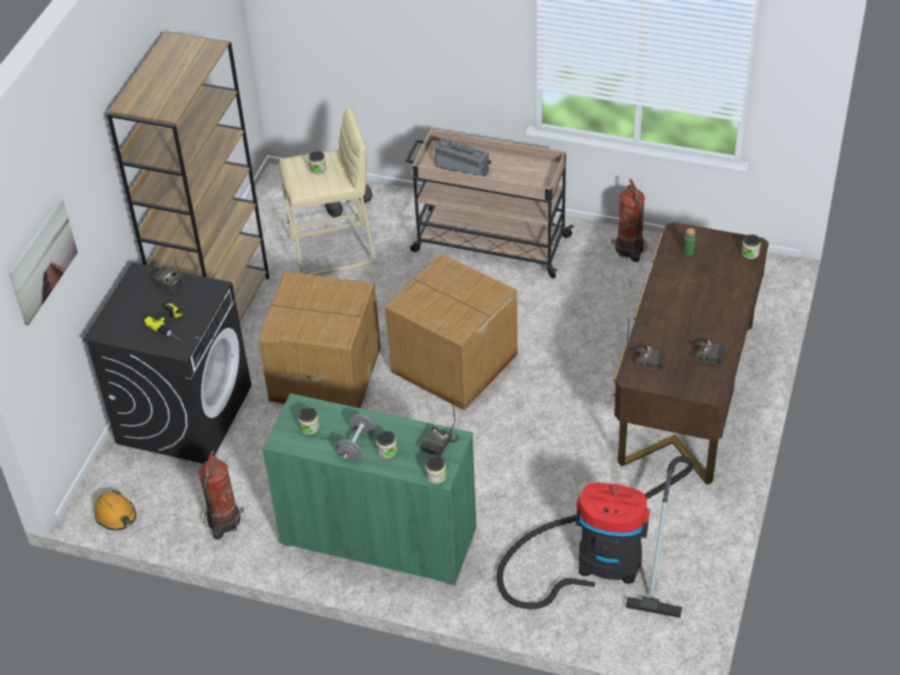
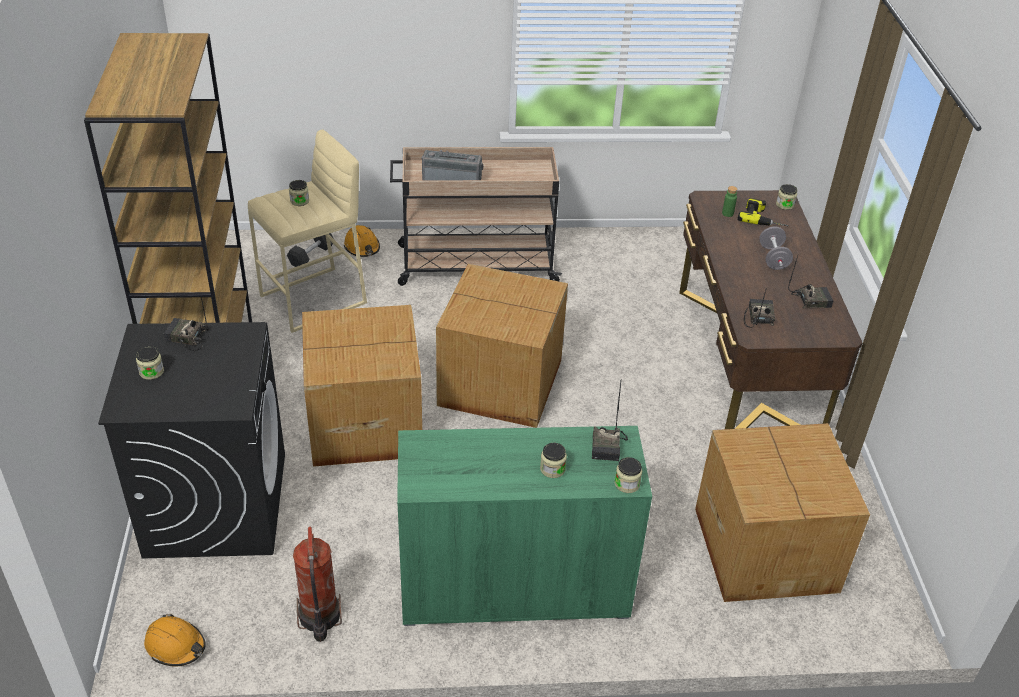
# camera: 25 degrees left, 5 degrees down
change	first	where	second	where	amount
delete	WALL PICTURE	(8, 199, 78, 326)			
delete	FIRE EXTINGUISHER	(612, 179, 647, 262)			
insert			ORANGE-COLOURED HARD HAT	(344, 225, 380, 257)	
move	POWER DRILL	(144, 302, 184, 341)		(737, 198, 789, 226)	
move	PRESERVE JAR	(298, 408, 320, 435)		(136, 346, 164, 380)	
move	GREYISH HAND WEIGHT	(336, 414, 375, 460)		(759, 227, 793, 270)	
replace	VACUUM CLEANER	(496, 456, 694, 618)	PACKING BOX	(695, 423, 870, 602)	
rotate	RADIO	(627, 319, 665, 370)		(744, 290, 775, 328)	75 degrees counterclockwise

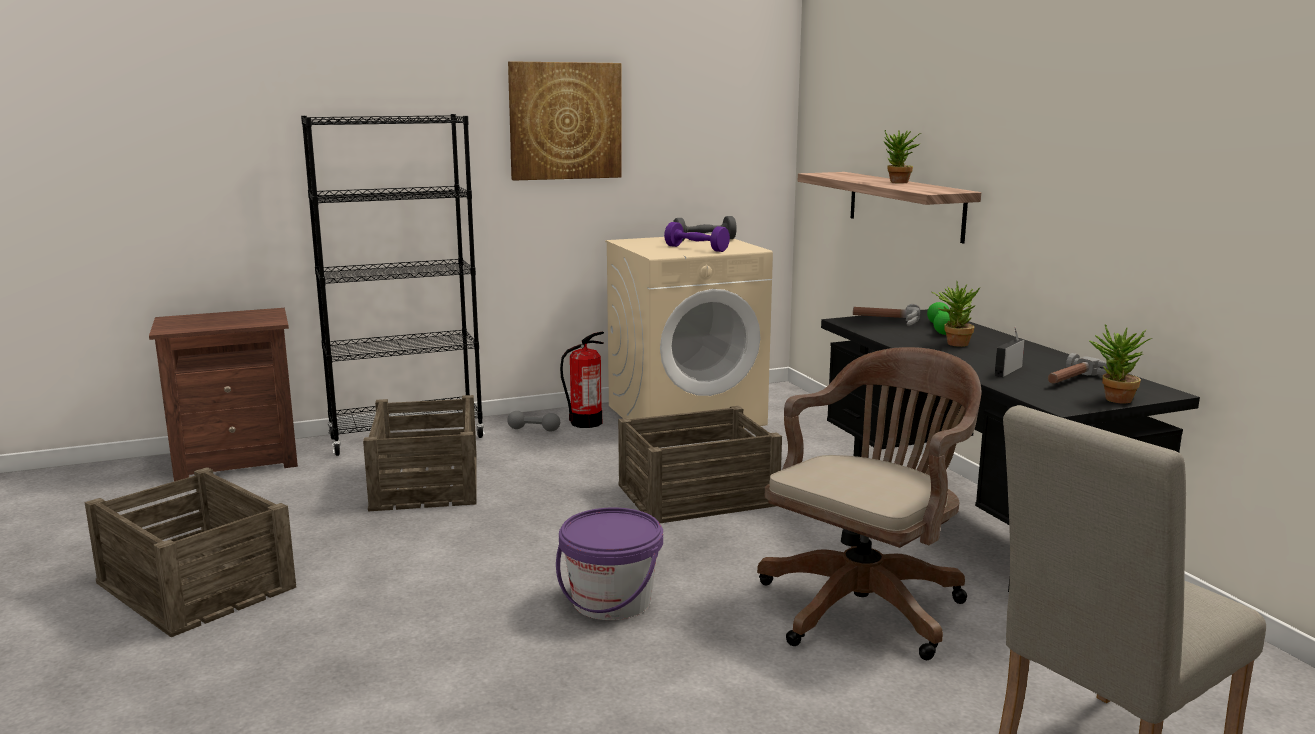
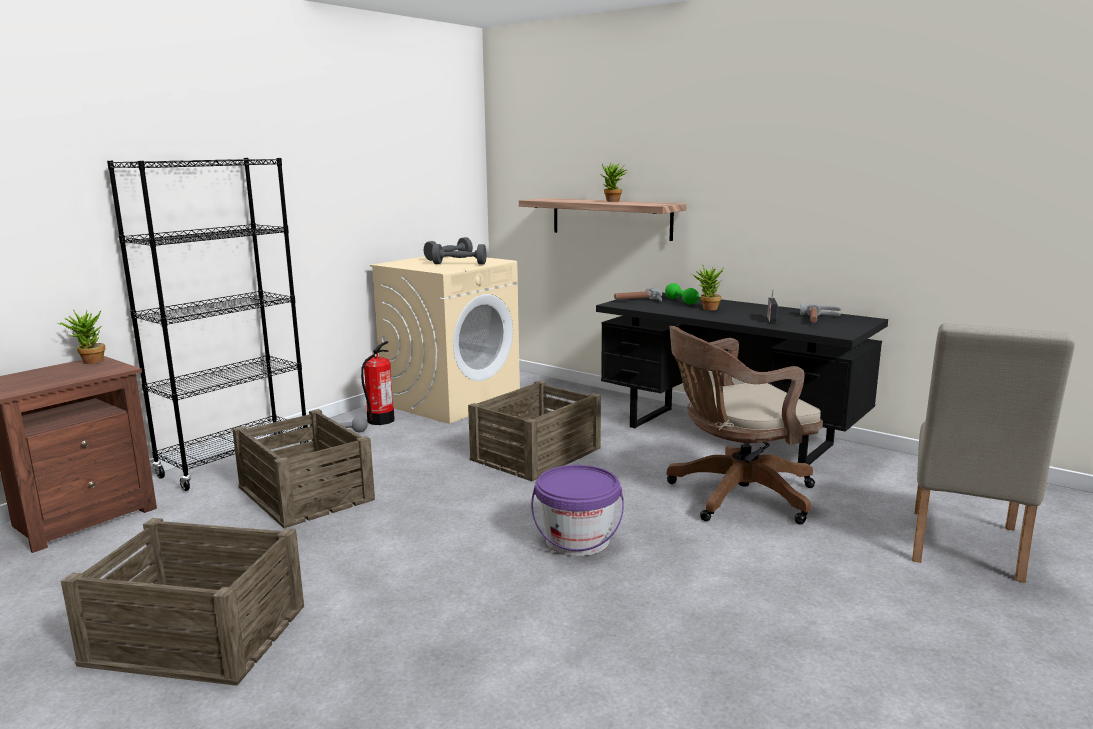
# camera: 30 degrees left, 0 degrees up
change	first	where	second	where	amount
delete	WALL PICTURE	(508, 61, 622, 181)			
move	POTTED PLANT	(1089, 324, 1152, 404)		(57, 310, 105, 364)	
recolor	PURPLE-COLOURED HAND WEIGHT	(664, 222, 730, 252)	GREYISH HAND WEIGHT	(432, 244, 486, 264)	
rotate	BROWN COMPUTER CHAIR	(757, 347, 982, 660)		(667, 326, 823, 525)	120 degrees counterclockwise

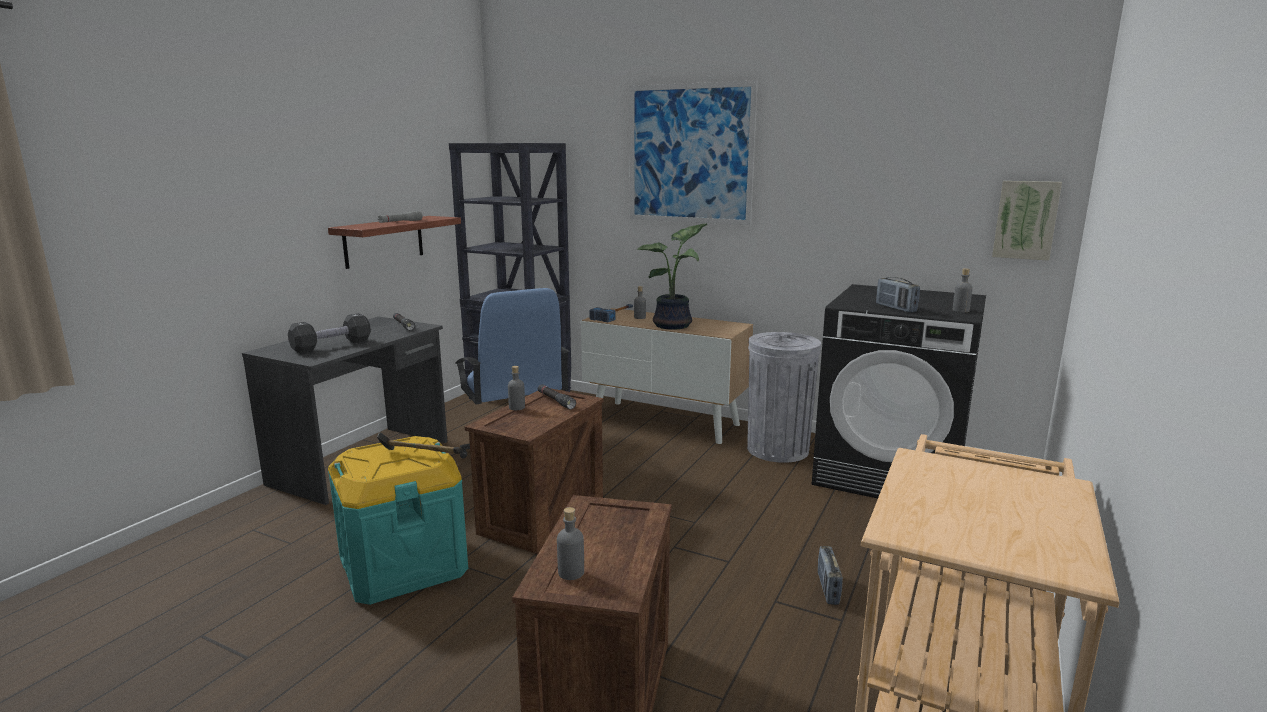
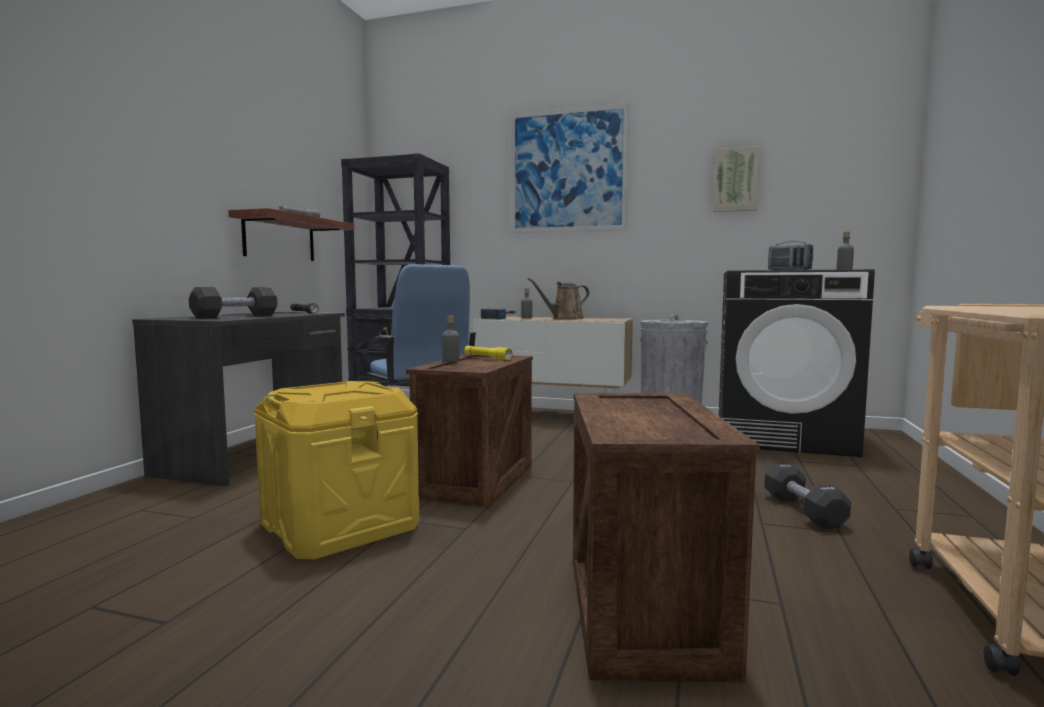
# camera: 10 degrees left, 10 degrees down
change	first	where	second	where	amount
delete	TOOL HAMMER	(377, 432, 463, 454)			
delete	GREYISH DRINK BOTTLE	(557, 507, 584, 580)			
move	WALL PICTURE	(992, 181, 1062, 261)		(713, 146, 760, 212)	
replace	POTTED PLANT	(637, 224, 707, 330)	BROWN SPRINKLING CAN	(527, 278, 589, 320)	
replace	RADIO	(818, 546, 843, 605)	BLACK HAND WEIGHT	(764, 463, 851, 529)	
recolor	TURQUOISE STORAGE BOX	(328, 436, 468, 605)	YELLOW-COLOURED STORAGE BOX	(254, 381, 419, 559)	
recolor	BLACK HAND TORCH	(538, 384, 576, 409)	YELLOW-COLOURED HAND TORCH	(464, 346, 513, 360)	

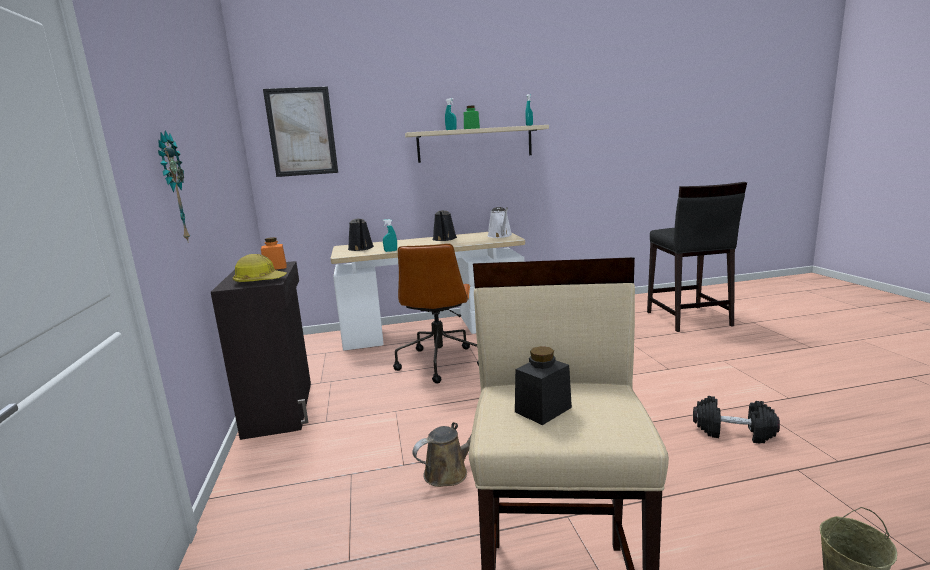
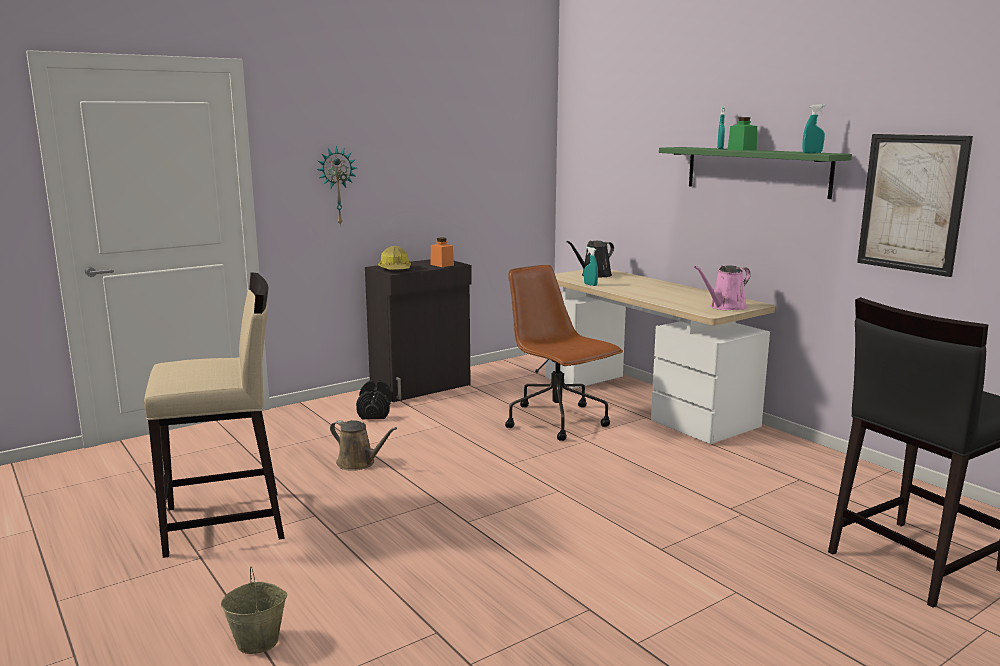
# camera: 65 degrees right, 0 degrees up
change	first	where	second	where	amount
delete	BLACK SPRINKLING CAN	(432, 210, 457, 241)			
delete	BLACK PRESERVE JAR	(515, 346, 572, 425)			
move	WALL PICTURE	(263, 86, 338, 177)		(857, 134, 973, 277)	
move	BLACK HAND WEIGHT	(693, 396, 780, 444)		(356, 380, 392, 419)	
recolor	BEIGE-COLOURED BRACKET SHELF	(405, 125, 549, 163)	GREEN BRACKET SHELF	(659, 147, 852, 199)	
recolor	WHITE-COLOURED SPRINKLING CAN	(488, 207, 512, 238)	PINK-COLOURED SPRINKLING CAN	(694, 265, 751, 310)	
rotate	BROWN COMPUTER CHAIR	(393, 243, 479, 384)		(505, 265, 623, 441)	75 degrees clockwise

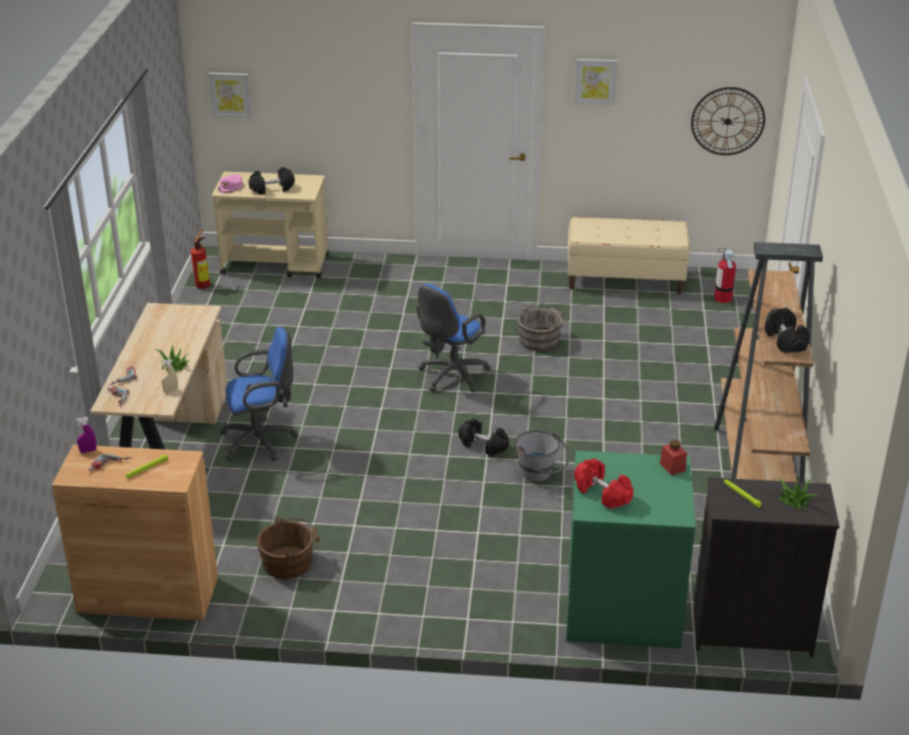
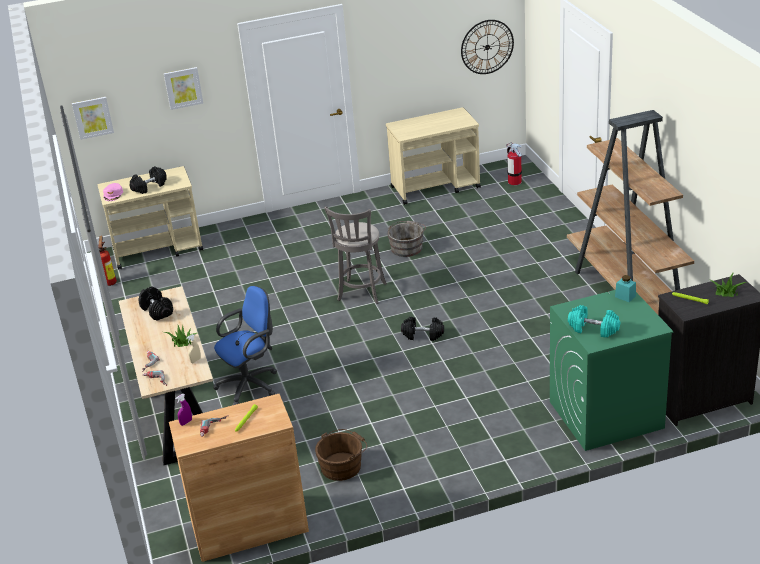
# camera: 20 degrees left, 0 degrees up
change	first	where	second	where	amount
delete	GREYISH BUCKET	(515, 430, 569, 482)			
move	WALL PICTURE	(574, 59, 618, 106)		(164, 67, 203, 110)	
move	BLACK HAND WEIGHT	(764, 308, 810, 353)		(138, 286, 173, 321)	
replace	BLUE-COLOURED COMPUTER CHAIR	(417, 284, 491, 392)	GREYISH STOOL	(324, 206, 387, 304)	
replace	BEIGE-COLOURED INDOOR BENCH	(568, 217, 690, 294)	BEIGE-COLOURED CART	(386, 107, 481, 205)	
recolor	RED-COLOURED HAND WEIGHT	(574, 458, 634, 509)	TURQUOISE HAND WEIGHT	(568, 305, 620, 337)	
recolor	RED-COLOURED PRESERVE JAR	(660, 440, 687, 476)	TURQUOISE PRESERVE JAR	(615, 275, 636, 302)	

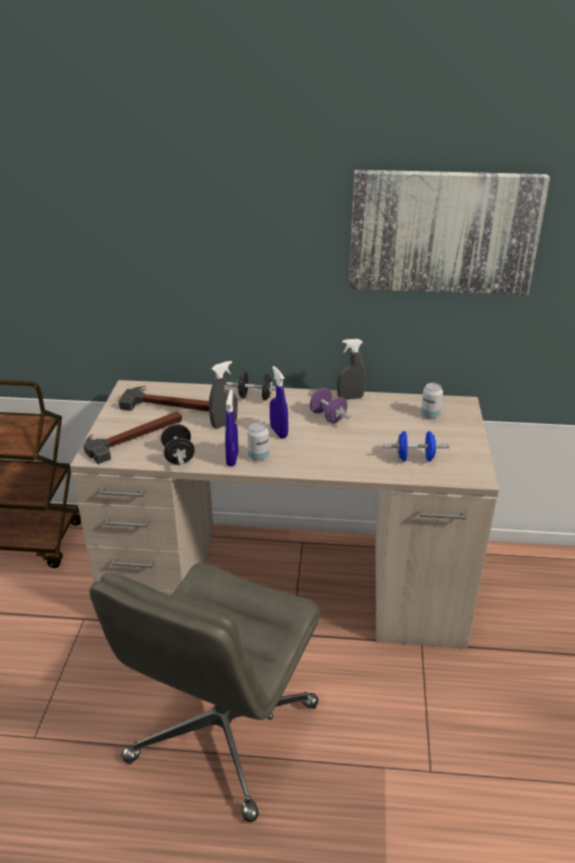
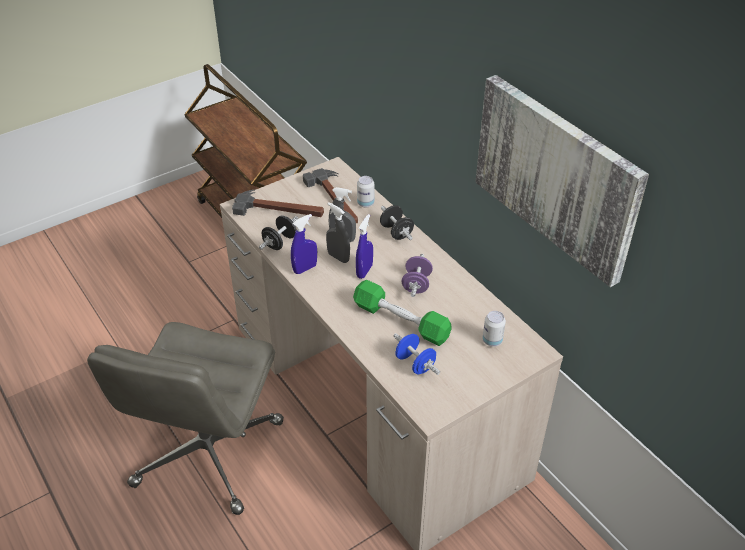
# camera: 50 degrees right, 10 degrees up
change	first	where	second	where	amount
insert			GREEN HAND WEIGHT	(353, 280, 452, 346)	
move	METAL CAN	(247, 422, 269, 461)		(357, 176, 374, 208)	
move	GREYISH SPRAYER	(337, 339, 366, 400)		(326, 203, 350, 263)	
rotate	GREYISH COMPUTER CHAIR	(89, 563, 320, 822)		(87, 322, 284, 515)	60 degrees counterclockwise

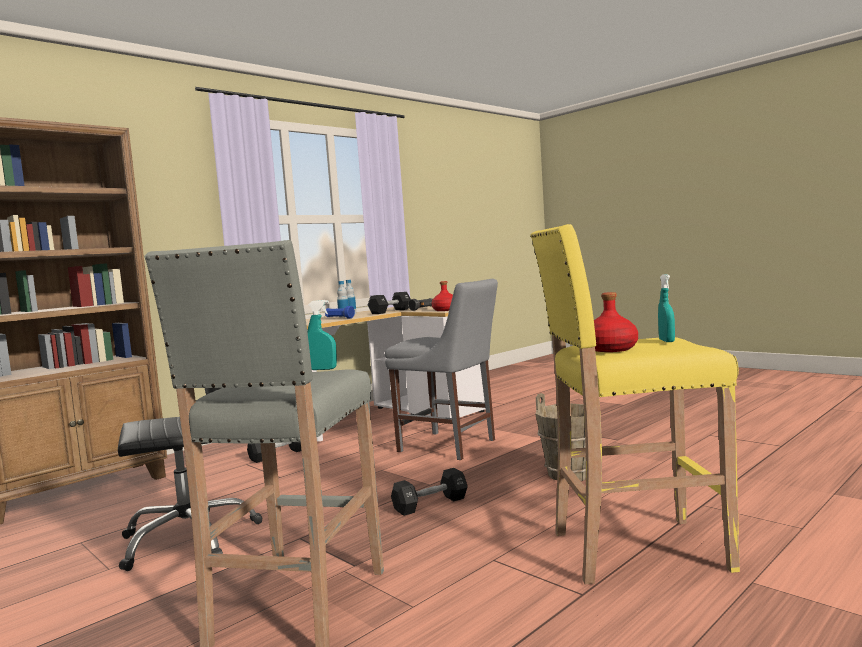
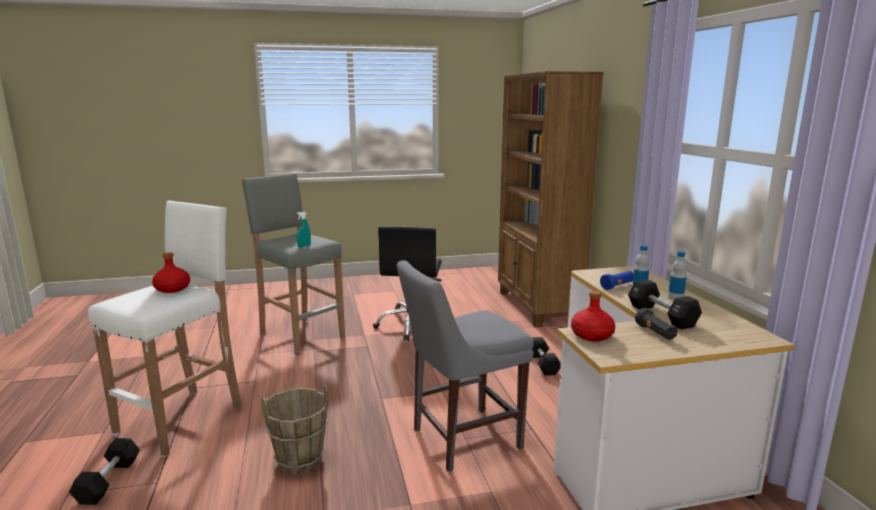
# camera: 120 degrees right, 10 degrees up
change	first	where	second	where	amount
delete	TURQUOISE SPRAYER	(658, 274, 675, 342)			
move	BLACK HAND WEIGHT	(391, 468, 467, 516)		(69, 438, 140, 505)	
recolor	YELLOW-COLOURED STOOL	(530, 224, 740, 584)	WHITE-COLOURED STOOL	(88, 200, 242, 458)	

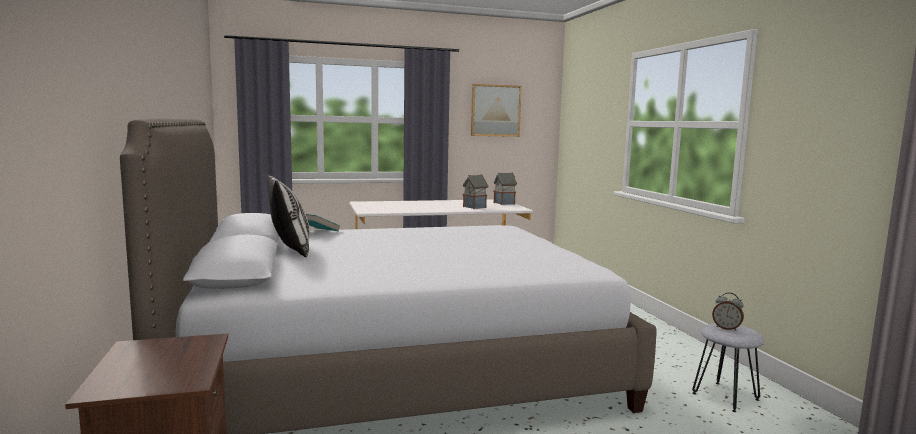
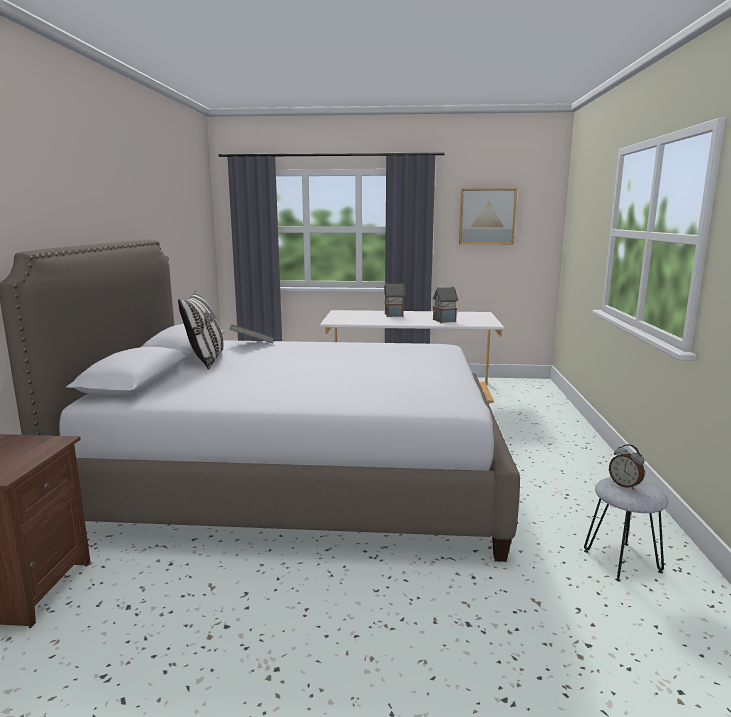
# camera: 20 degrees right, 5 degrees up
change	first	where	second	where	amount
move	TOY HOUSE	(493, 172, 517, 205)		(384, 283, 405, 317)	

